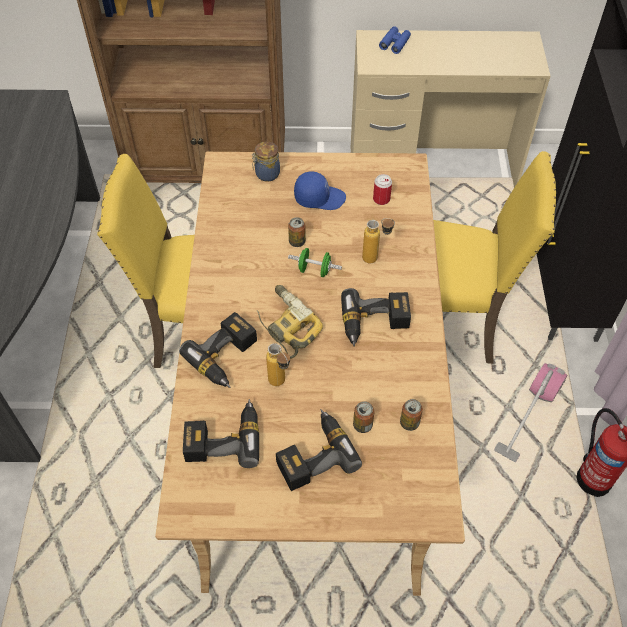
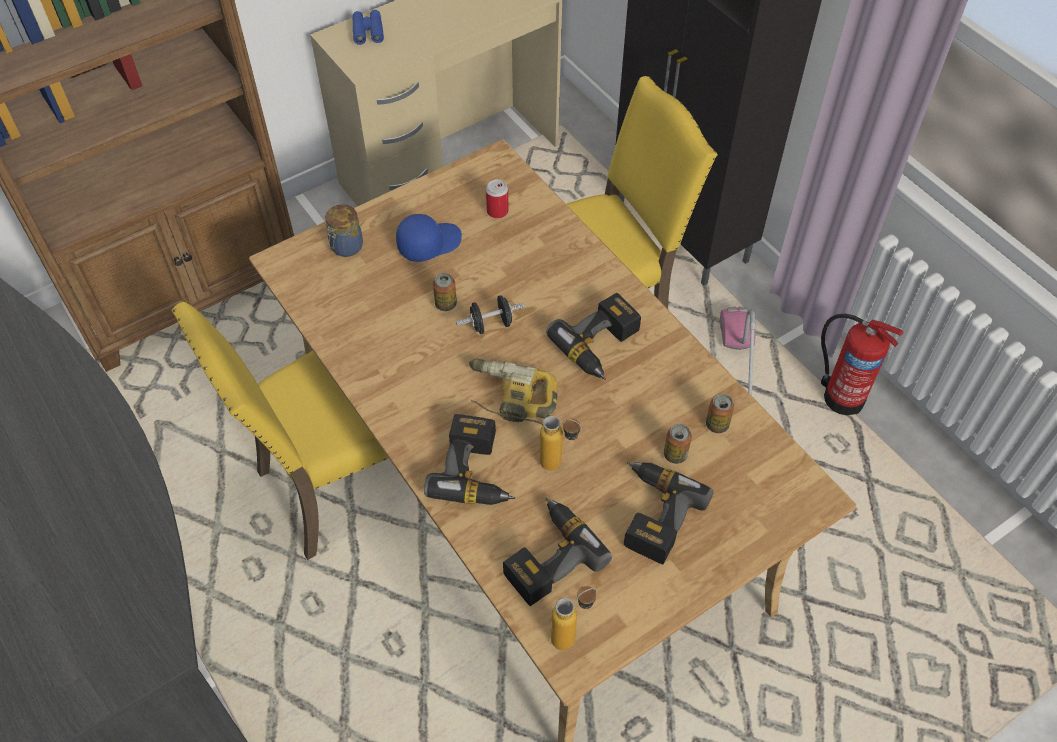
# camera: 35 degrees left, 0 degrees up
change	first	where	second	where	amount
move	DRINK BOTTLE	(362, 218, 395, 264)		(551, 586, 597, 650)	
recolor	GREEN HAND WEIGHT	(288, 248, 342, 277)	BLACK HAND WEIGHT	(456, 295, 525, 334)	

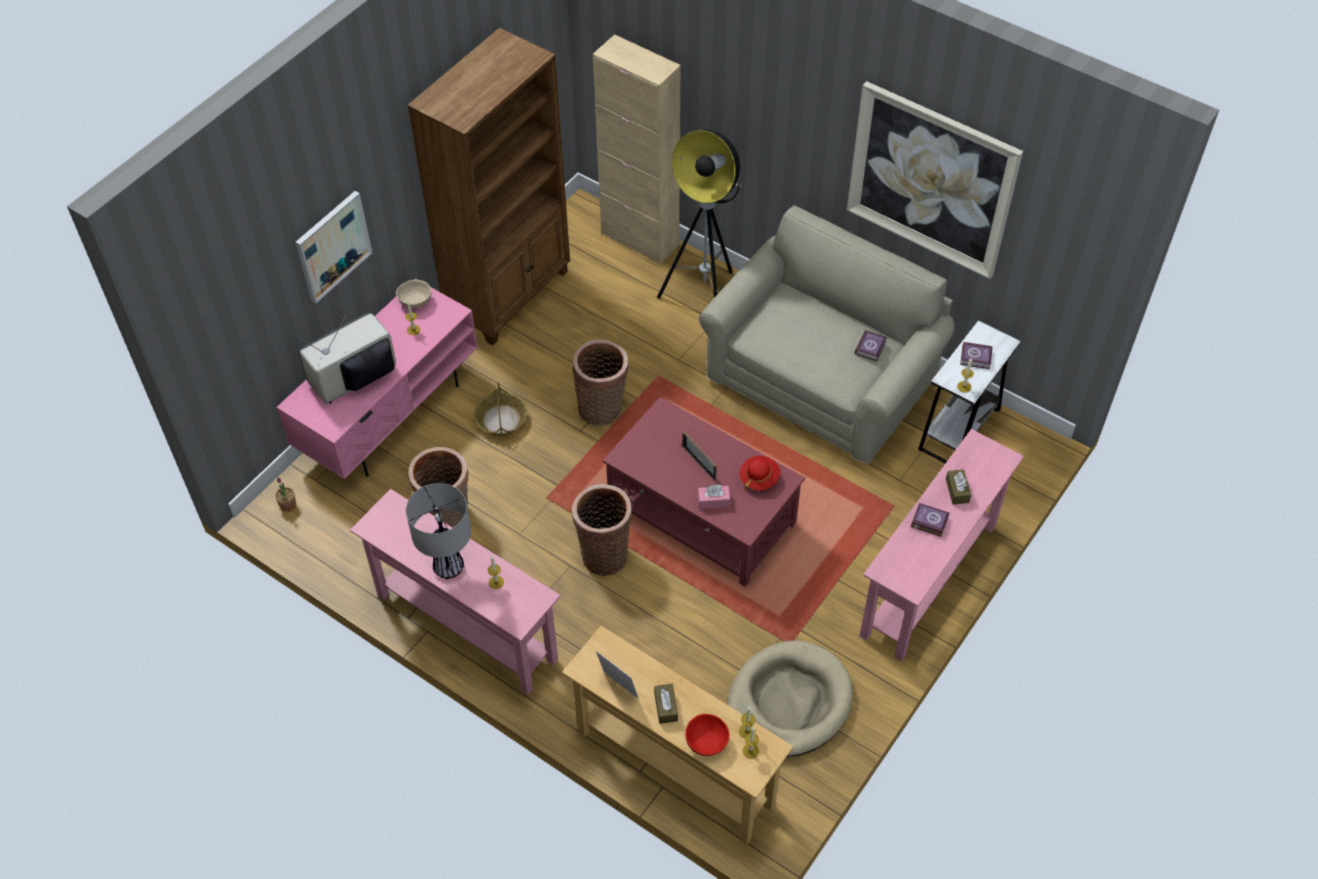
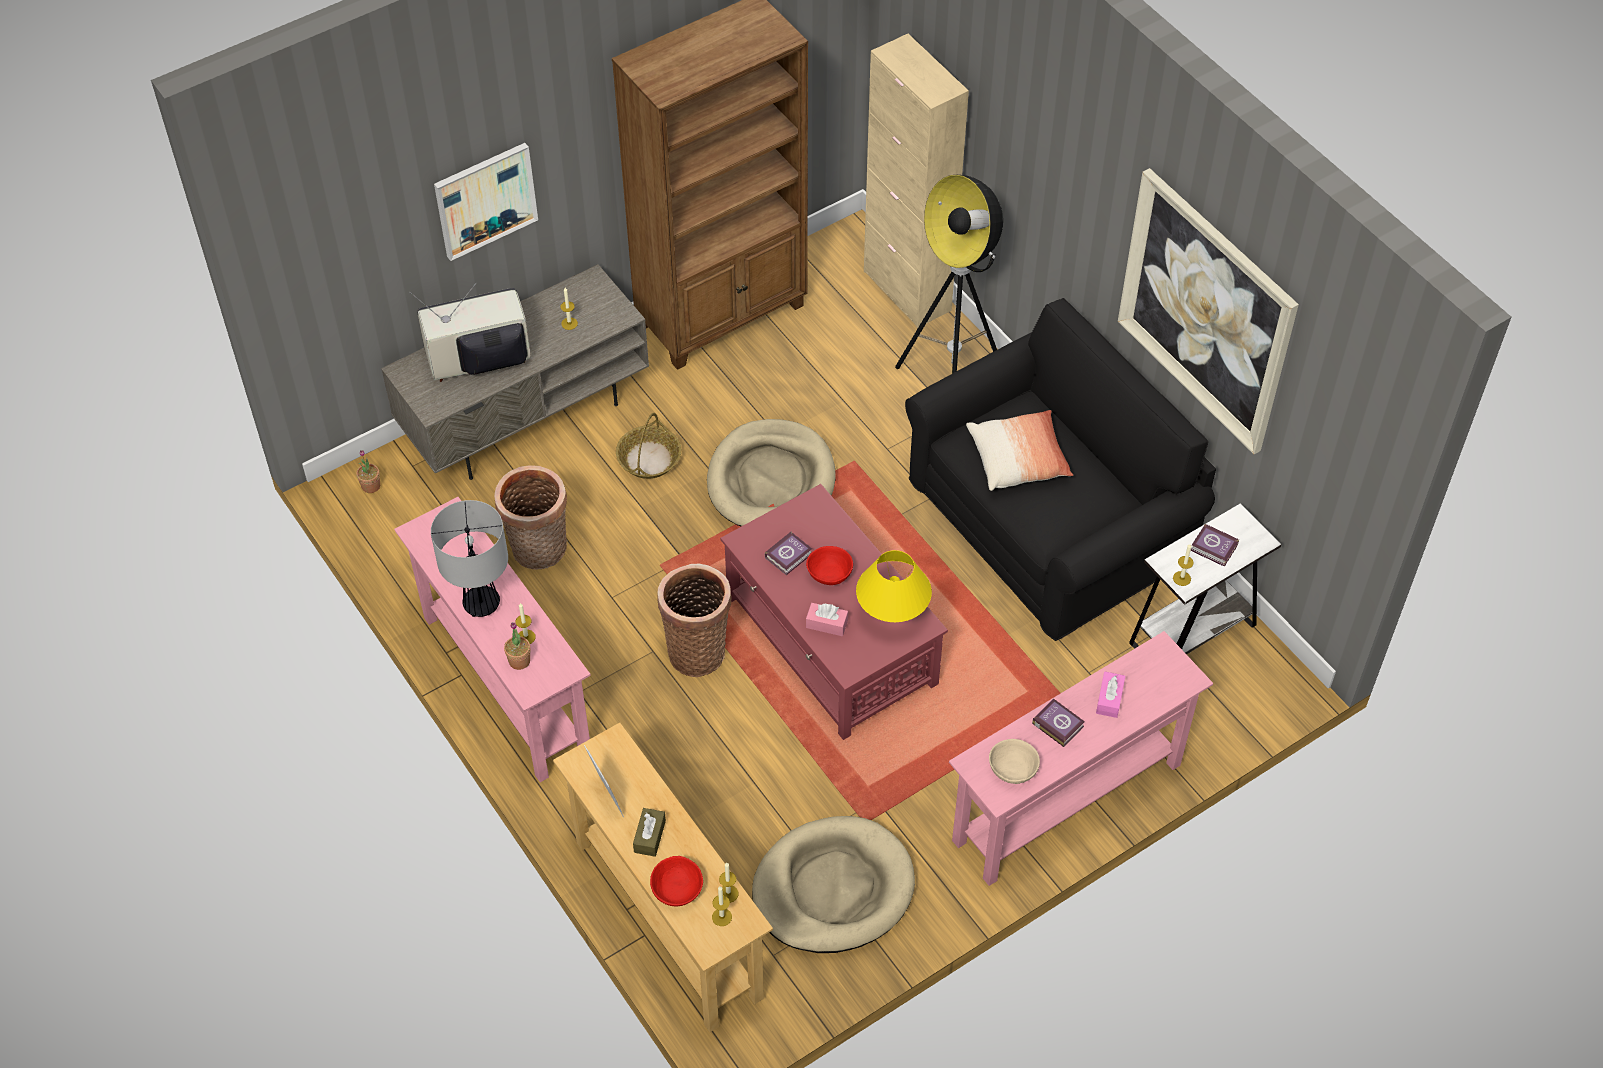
# camera: 20 degrees right, 0 degrees up
change	first	where	second	where	amount
insert			POTTED PLANT	(504, 622, 530, 670)	
insert			PILLOW	(966, 410, 1073, 491)	
move	BEIGE-COLOURED SERVING BOWL	(396, 280, 431, 308)		(989, 739, 1040, 784)	
move	BOUND BOOK	(855, 330, 887, 362)		(765, 532, 812, 575)	
replace	BASKET	(572, 340, 629, 426)	BEIGE-COLOURED PET BED	(707, 419, 836, 526)	
replace	PHOTO FRAME	(682, 431, 717, 481)	RED-COLOURED SERVING BOWL	(806, 546, 853, 585)	
replace	RED-COLOURED CLOTHING HAT	(739, 456, 780, 491)	YELLOW-COLOURED TABLETOP LAMP	(856, 550, 932, 622)	
recolor	PINK-COLOURED TV UNIT	(276, 278, 478, 479)	GREYISH TV UNIT	(381, 264, 649, 480)	
recolor	BEIGE-COLOURED SOFA	(699, 205, 955, 464)	BLACK SOFA	(905, 298, 1216, 641)	
recolor	BROWN TISSUE BOX	(946, 470, 971, 505)	PINK-COLOURED TISSUE BOX	(1096, 672, 1125, 718)	

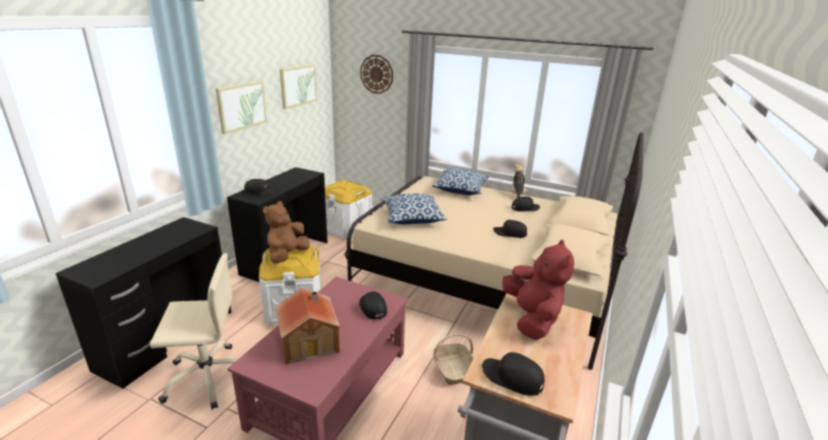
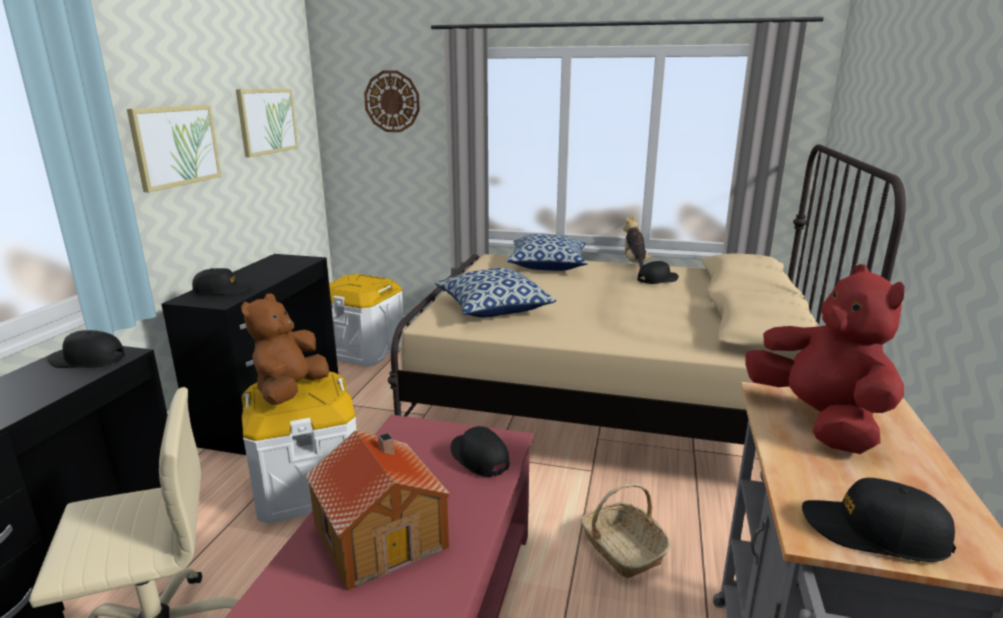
# camera: 10 degrees left, 5 degrees down
change	first	where	second	where	amount
move	BLACK PEAKED CAP	(493, 220, 527, 238)		(47, 330, 125, 368)	

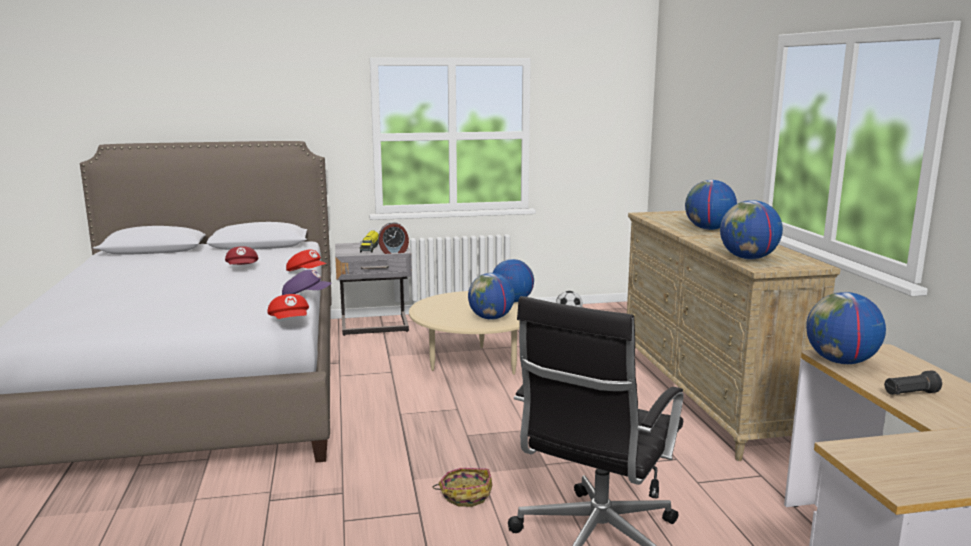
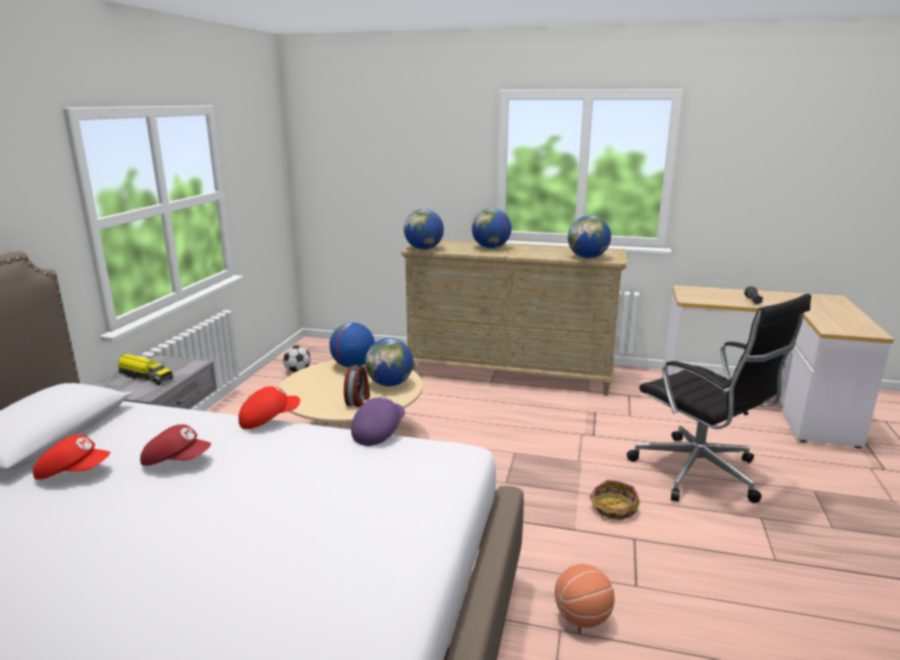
# camera: 65 degrees left, 5 degrees up
change	first	where	second	where	amount
insert			BALL FOR BASKETBALL	(555, 564, 615, 628)	
move	RED-COLOURED PEAKED CAP	(267, 294, 309, 319)		(33, 435, 110, 480)	
move	BEDSIDE CLOCK	(378, 222, 409, 254)		(344, 365, 370, 407)	
move	WORLD GLOBE	(806, 292, 886, 364)		(404, 209, 444, 250)	

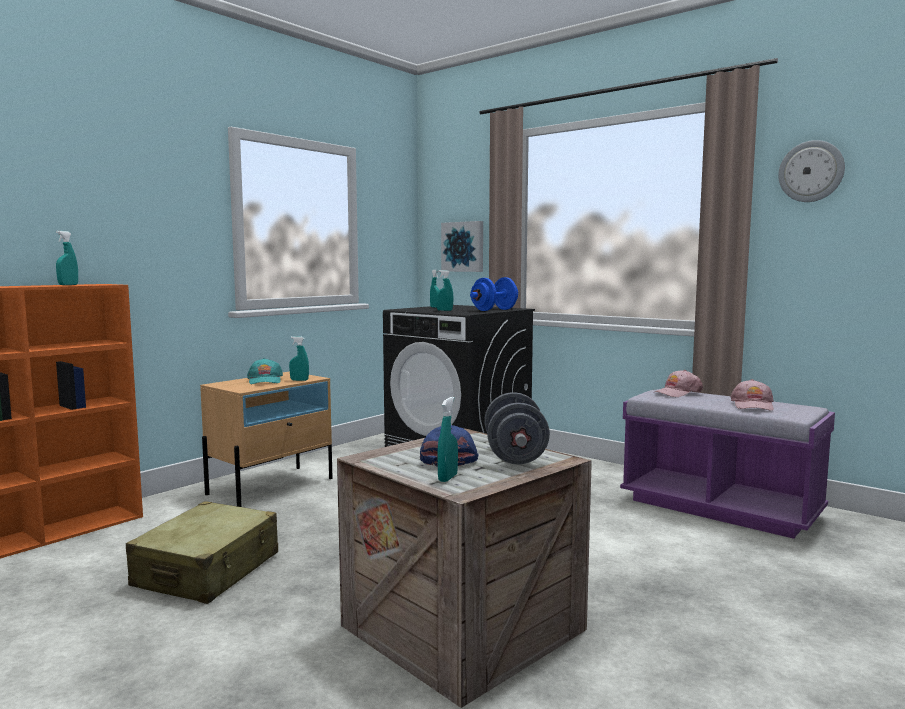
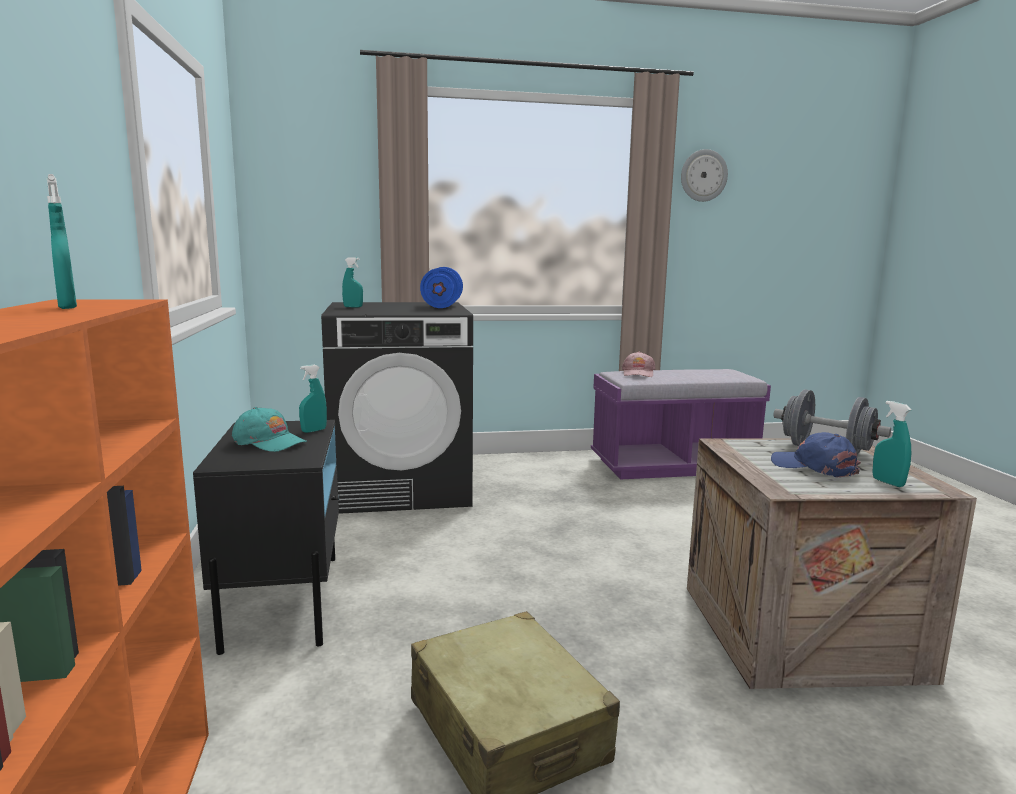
# camera: 50 degrees left, 5 degrees up
change	first	where	second	where	amount
delete	TURQUOISE SPRAYER	(436, 270, 454, 311)			
delete	WALL PICTURE	(441, 221, 483, 272)			
delete	PINK-COLOURED PEAKED CAP	(730, 379, 774, 411)			
recolor	BEIGE-COLOURED NIGHTSTAND	(200, 371, 333, 507)	BLACK NIGHTSTAND	(193, 420, 339, 655)	

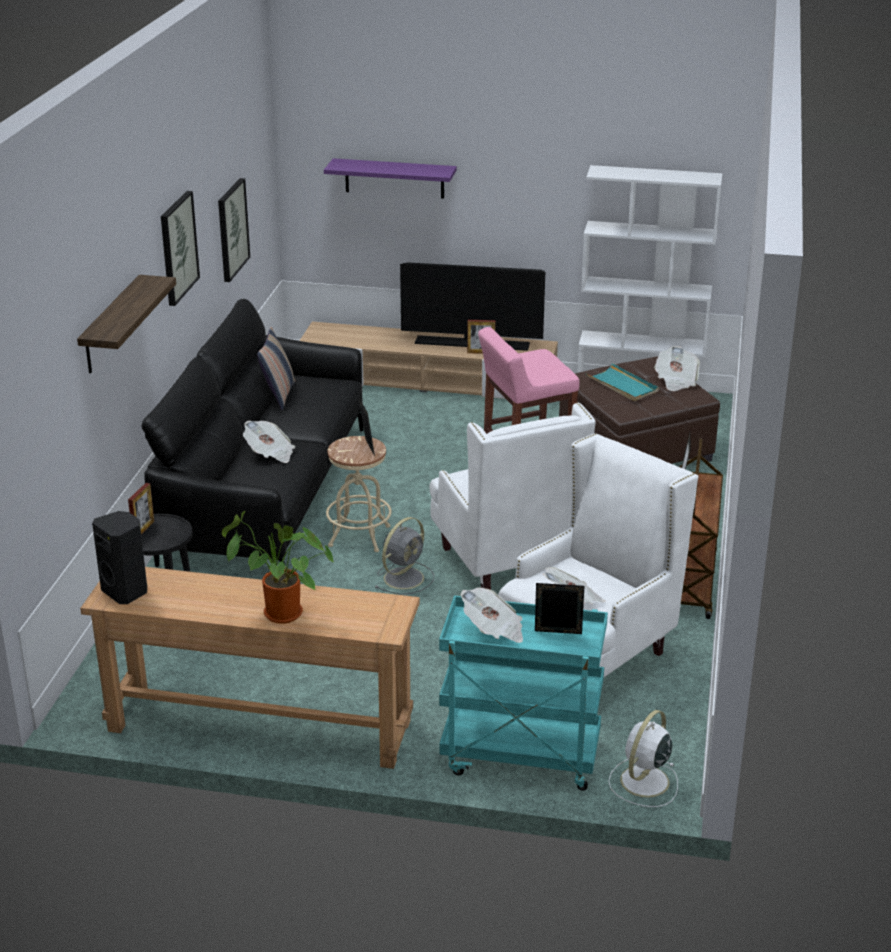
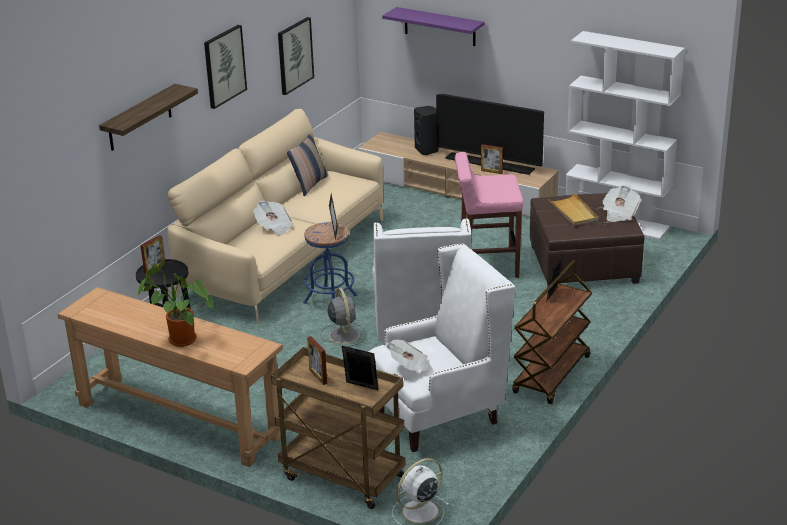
# camera: 20 degrees right, 0 degrees up
change	first	where	second	where	amount
move	BLACK SPEAKER	(92, 511, 147, 604)		(414, 106, 439, 155)	
replace	PRINTED PAPER	(461, 588, 523, 643)	PHOTO FRAME	(307, 336, 327, 385)	
recolor	BLACK SOFA	(142, 299, 363, 567)	BEIGE-COLOURED SOFA	(167, 109, 383, 323)	
recolor	BEIGE-COLOURED STOOL	(326, 436, 392, 552)	BLUE-COLOURED STOOL	(304, 222, 357, 304)	
recolor	TURQUOISE CART	(439, 595, 608, 791)	BROWN CART	(271, 347, 405, 509)	
recolor	TURQUOISE CARRYING TRAY	(586, 363, 659, 401)	BEIGE-COLOURED CARRYING TRAY	(547, 193, 599, 226)	
rotate	GREYISH COOLING FAN	(374, 517, 434, 595)		(320, 288, 366, 349)	75 degrees counterclockwise

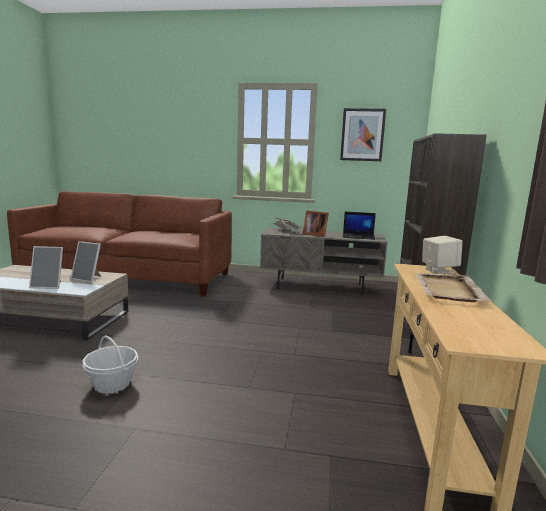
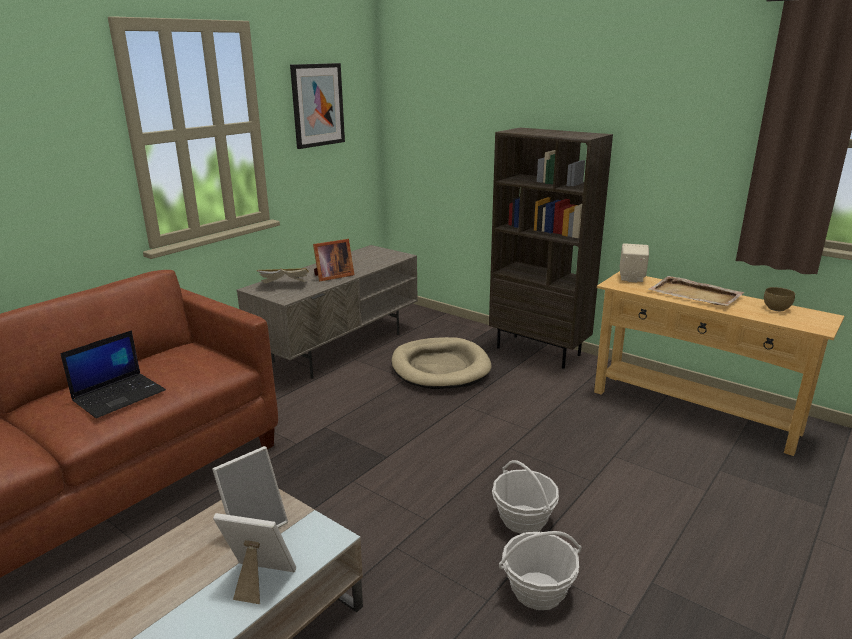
# camera: 60 degrees left, 10 degrees up
change	first	where	second	where	amount
insert			BEIGE-COLOURED PET BED	(391, 337, 491, 389)	
insert			BASKET	(492, 460, 559, 534)	
insert			BROWN SERVING BOWL	(764, 287, 795, 311)	
move	NOTEBOOK COMPUTER	(343, 212, 376, 240)		(60, 330, 166, 418)	
rotate	PHOTO FRAME	(29, 246, 63, 289)		(213, 513, 296, 604)	105 degrees counterclockwise

